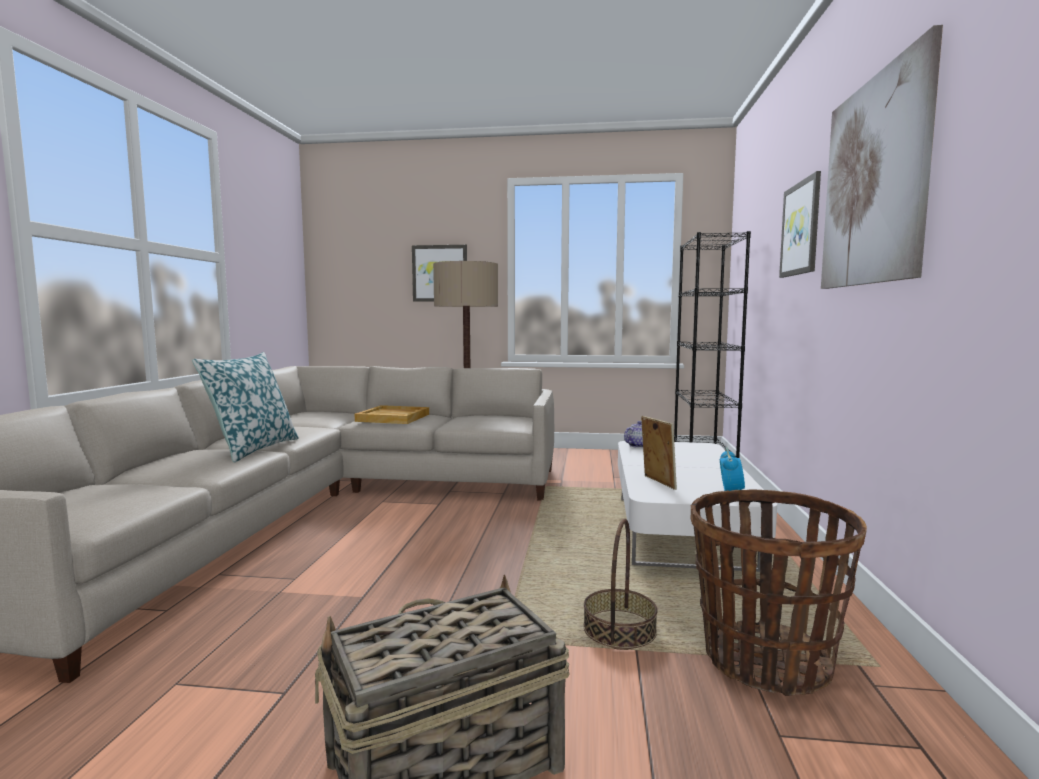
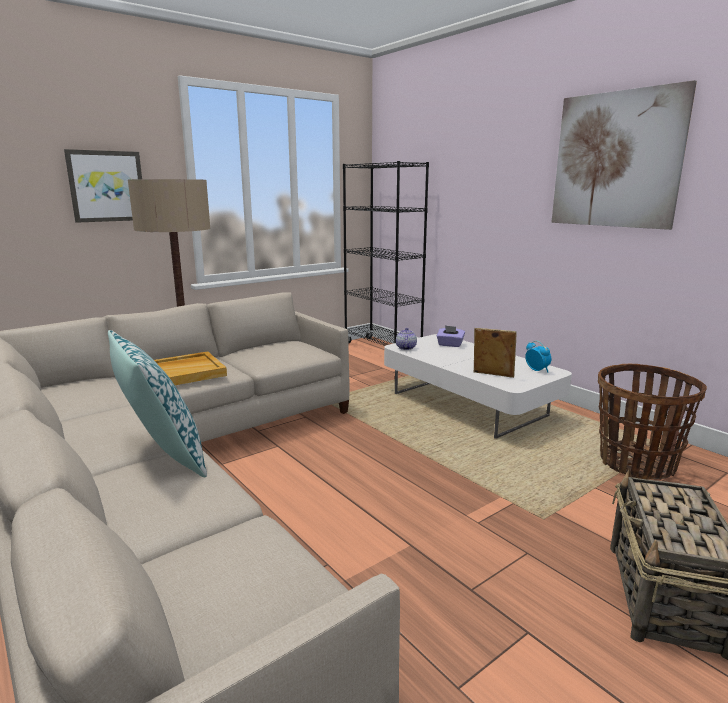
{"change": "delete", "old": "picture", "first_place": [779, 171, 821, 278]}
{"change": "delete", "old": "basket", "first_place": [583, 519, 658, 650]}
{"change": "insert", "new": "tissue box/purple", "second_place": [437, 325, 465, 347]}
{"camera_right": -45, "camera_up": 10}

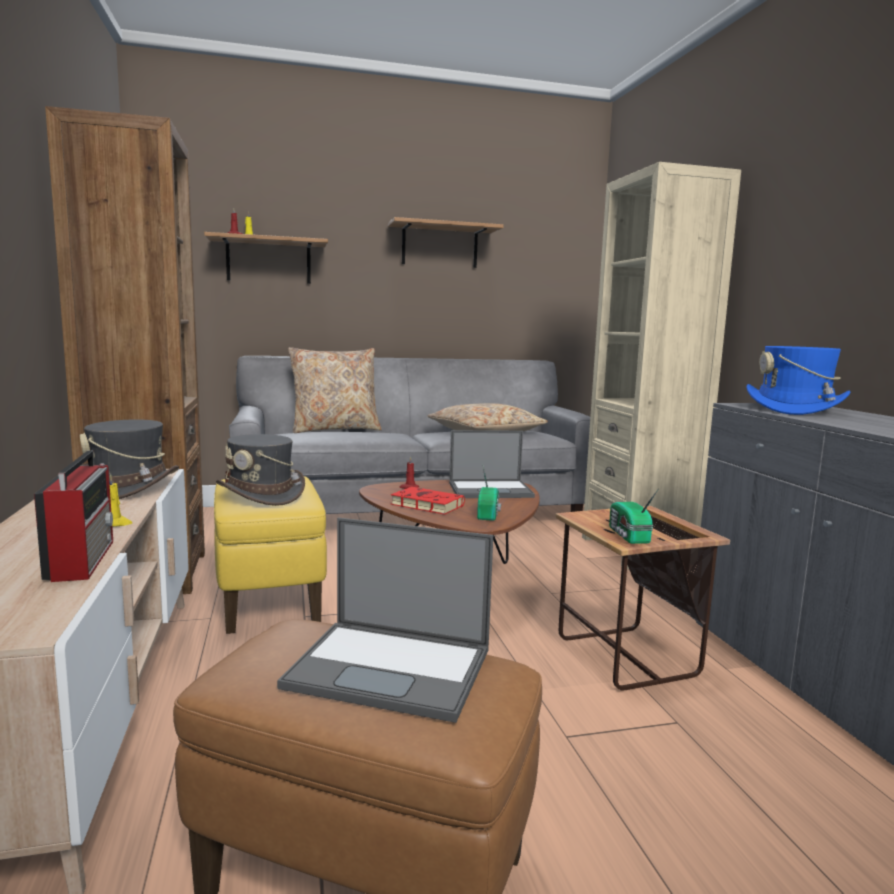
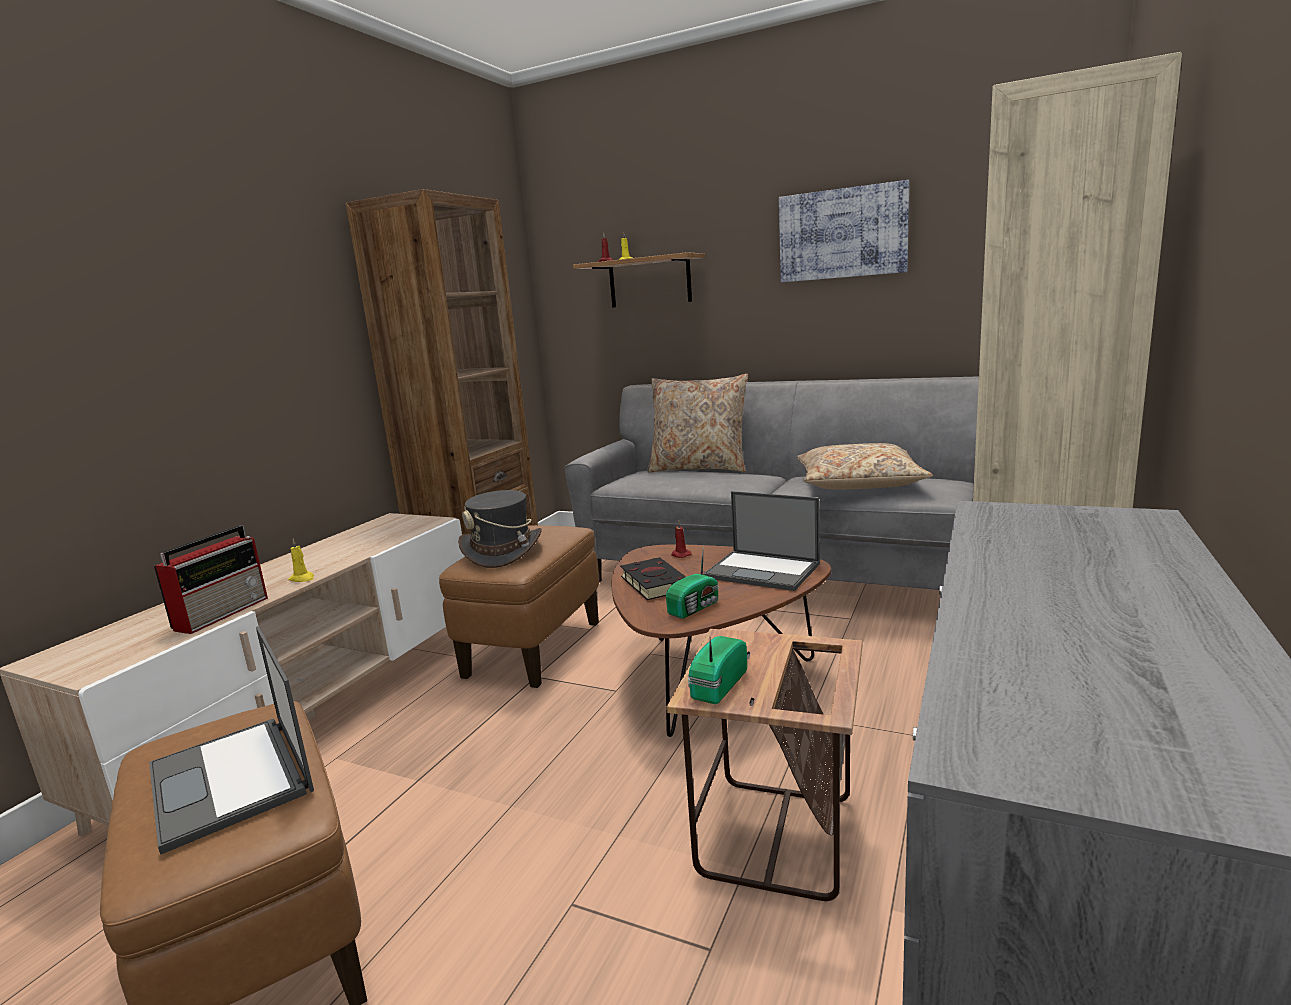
{"change": "replace", "old": "shelf", "new": "picture", "first_place": [388, 217, 504, 268], "second_place": [779, 180, 909, 282]}
{"change": "delete", "old": "hat/blue", "first_place": [746, 346, 850, 415]}
{"change": "delete", "old": "hat/grey", "first_place": [80, 419, 179, 499]}
{"change": "recolor", "old": "ottoman/yellow", "new": "ottoman/brown", "first_place": [214, 476, 327, 634], "second_place": [439, 525, 599, 688]}
{"change": "recolor", "old": "book/red", "new": "book/black", "first_place": [391, 487, 465, 515], "second_place": [620, 557, 686, 600]}
{"camera_right": 40, "camera_up": 5}

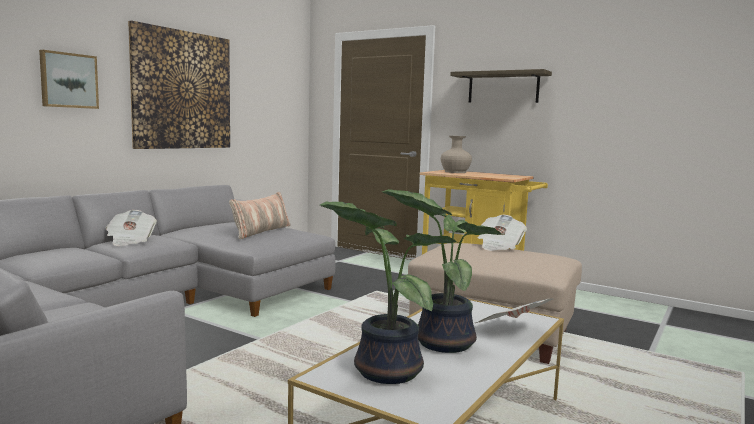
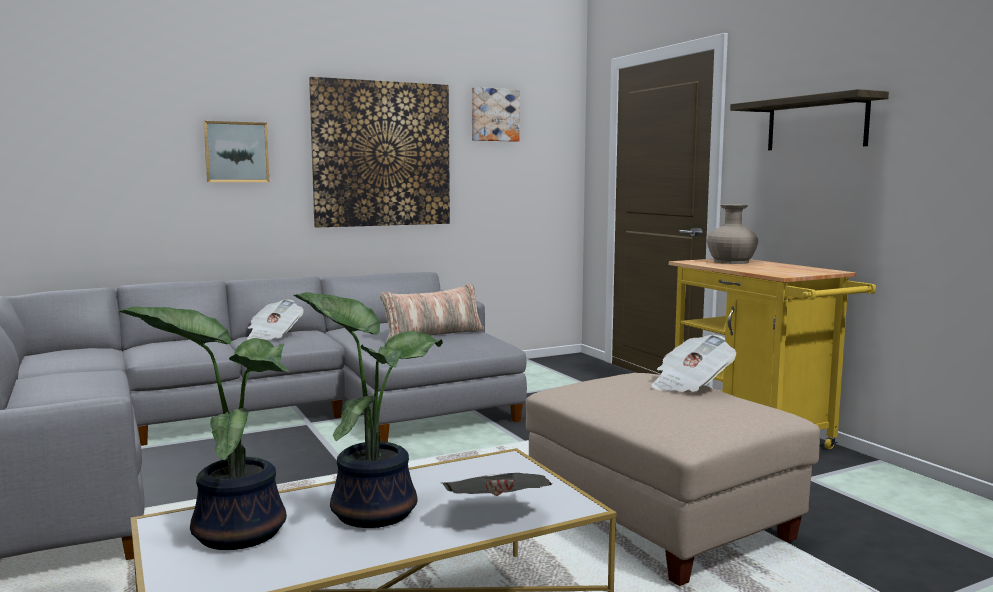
{"change": "insert", "new": "picture", "second_place": [472, 87, 520, 142]}
{"camera_right": 30, "camera_up": 0}

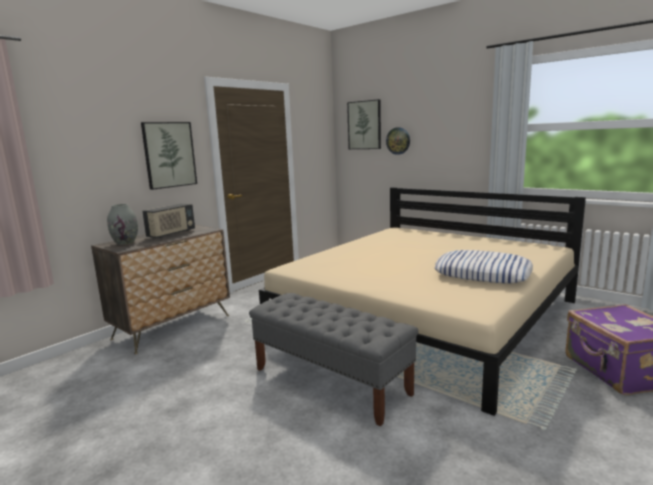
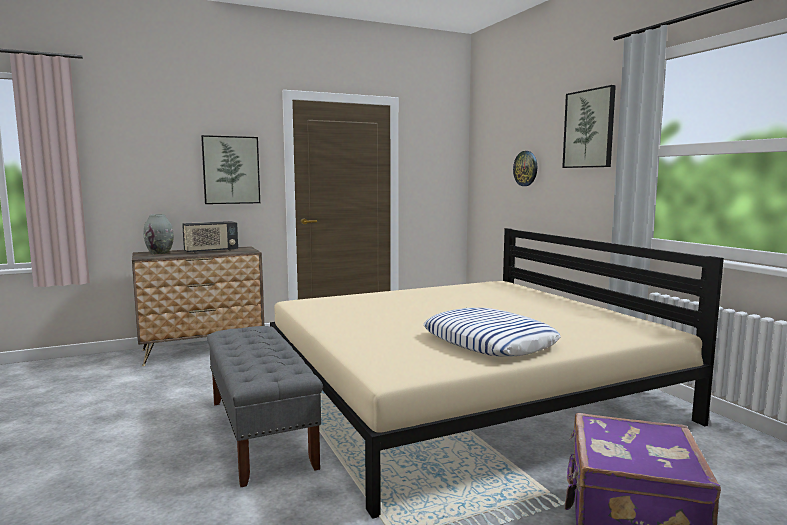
{"change": "move", "old": "picture", "first_place": [347, 99, 381, 149], "second_place": [562, 85, 616, 168]}
{"camera_right": 25, "camera_up": -5}

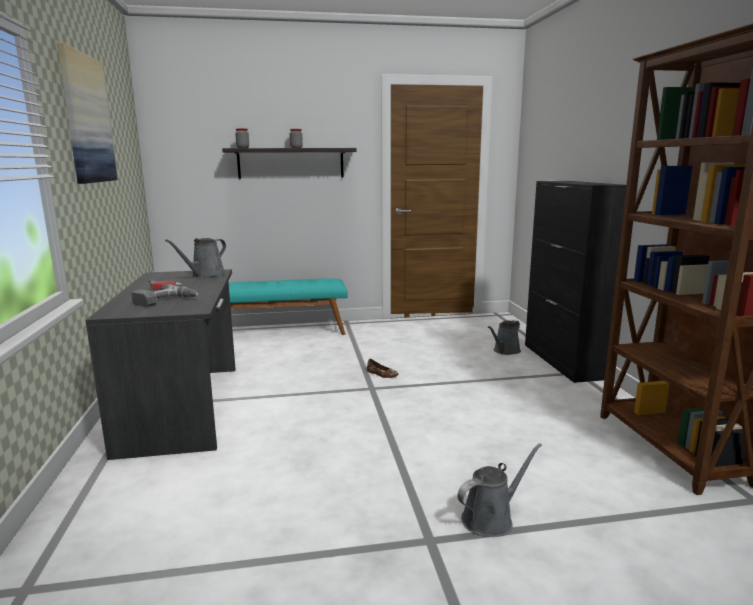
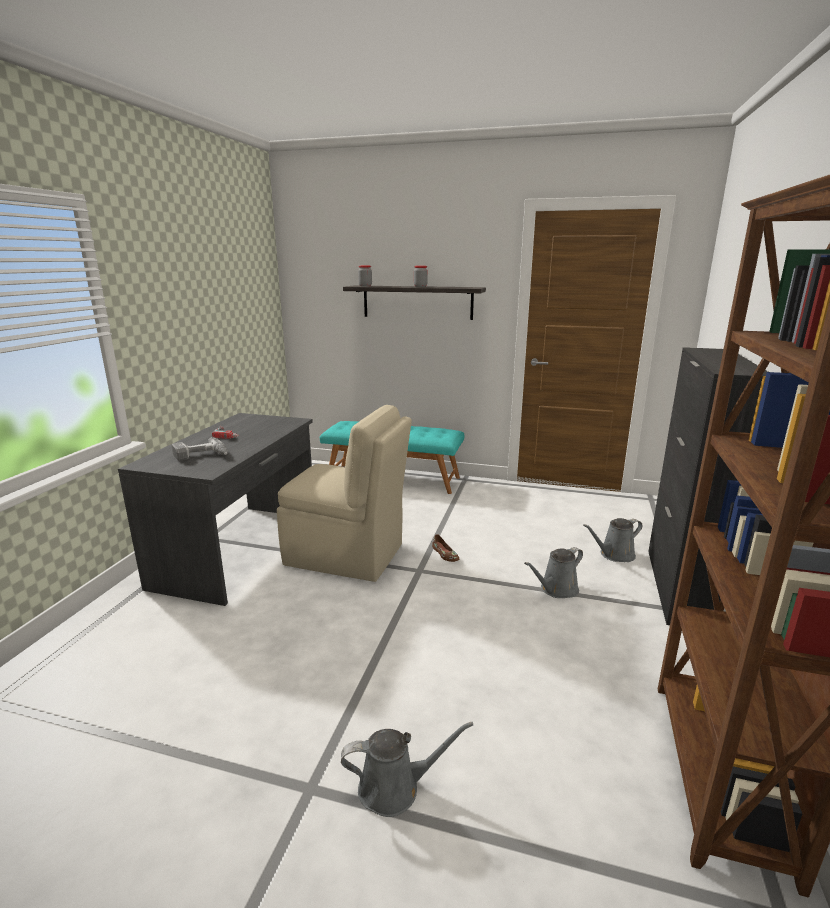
{"change": "delete", "old": "picture", "first_place": [57, 42, 118, 184]}
{"change": "move", "old": "watering can/grey", "first_place": [165, 238, 226, 278], "second_place": [524, 547, 583, 598]}
{"change": "insert", "new": "chair/beige", "second_place": [277, 405, 412, 582]}
{"camera_right": 25, "camera_up": 5}

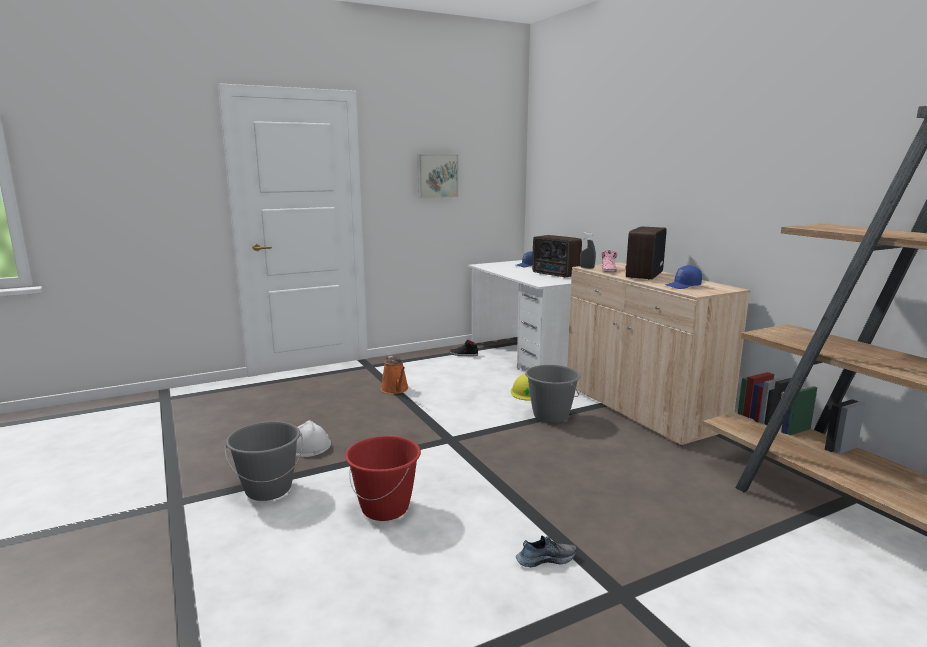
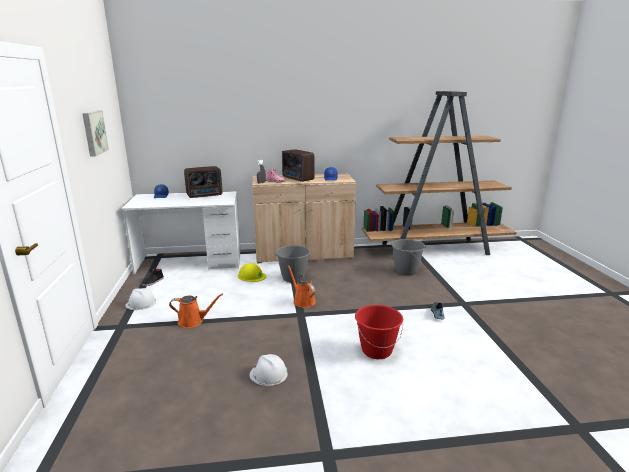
{"change": "move", "old": "bucket/grey", "first_place": [224, 421, 303, 501], "second_place": [391, 239, 425, 275]}
{"change": "insert", "new": "watering can/orange", "second_place": [288, 265, 315, 308]}
{"change": "insert", "new": "hard hat/white", "second_place": [125, 288, 156, 310]}
{"camera_right": -70, "camera_up": 5}

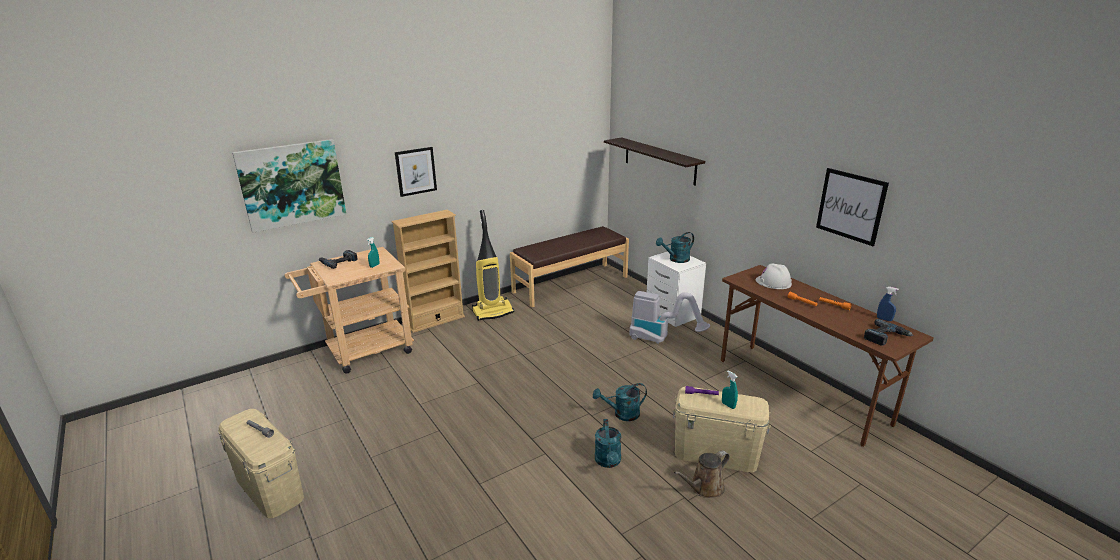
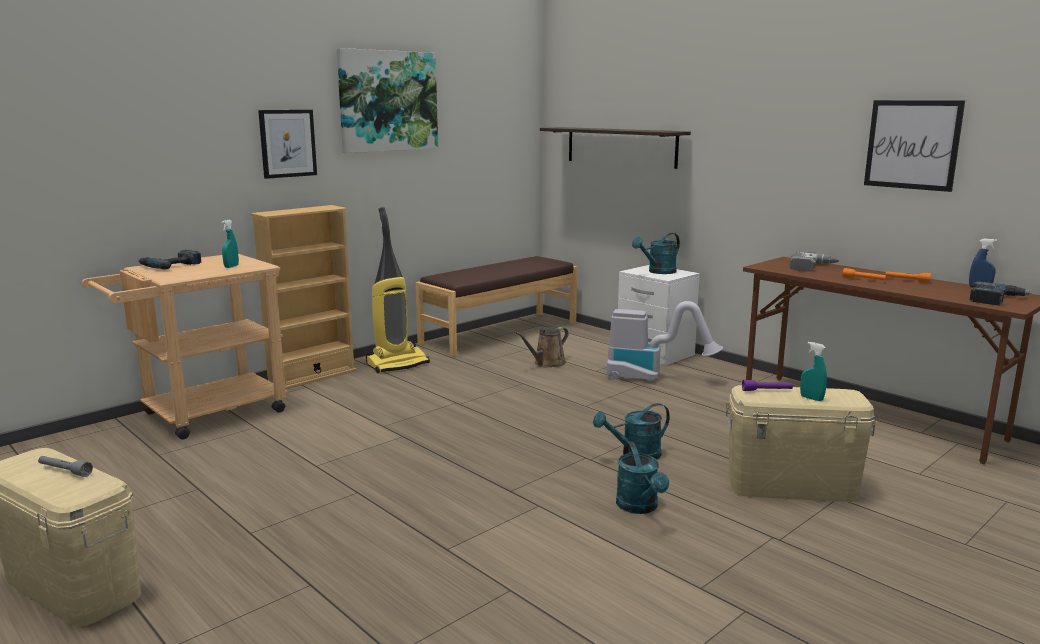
{"change": "move", "old": "picture", "first_place": [232, 139, 346, 233], "second_place": [337, 48, 438, 153]}
{"change": "replace", "old": "hard hat/white", "new": "power drill", "first_place": [756, 264, 792, 289], "second_place": [789, 252, 840, 271]}
{"change": "move", "old": "watering can/brown", "first_place": [674, 451, 730, 498], "second_place": [516, 327, 569, 368]}
{"camera_right": -10, "camera_up": -10}

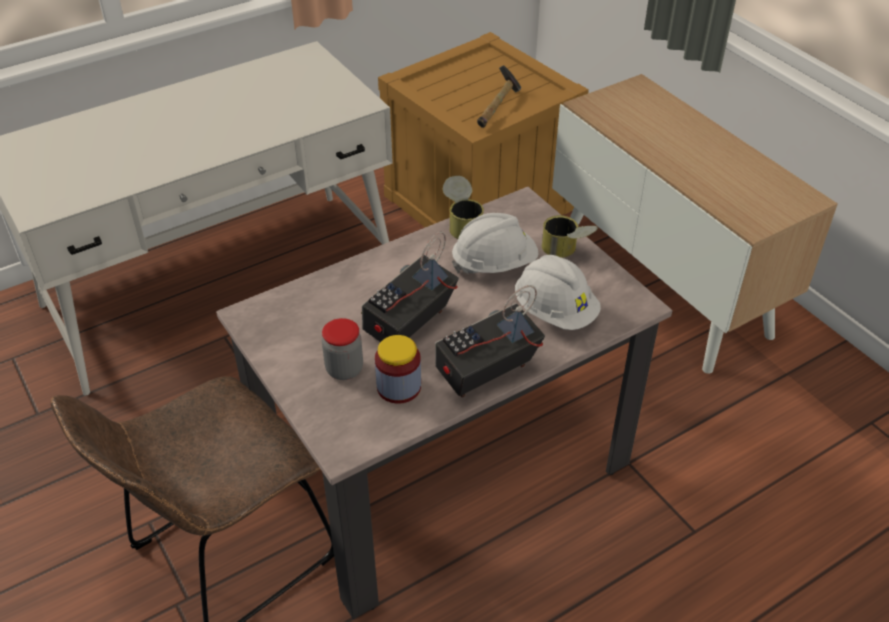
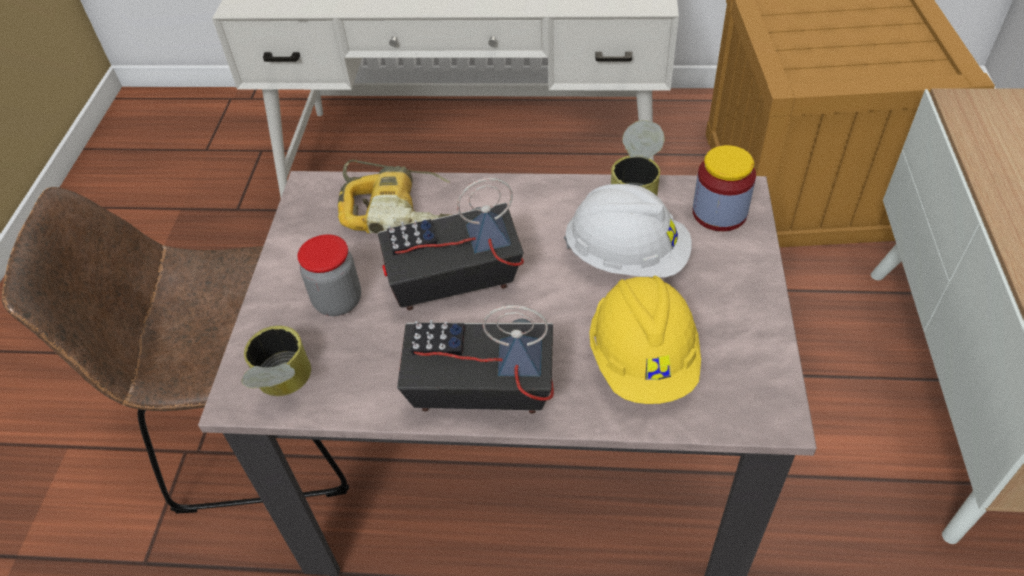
{"change": "delete", "old": "hammer", "first_place": [477, 65, 521, 128]}
{"change": "move", "old": "can", "first_place": [542, 215, 598, 258], "second_place": [241, 325, 311, 396]}
{"change": "recolor", "old": "hard hat/white", "new": "hard hat/yellow", "first_place": [515, 255, 601, 330], "second_place": [589, 276, 701, 404]}
{"change": "move", "old": "jar", "first_place": [375, 335, 421, 404], "second_place": [693, 145, 756, 231]}
{"change": "insert", "new": "power drill", "second_place": [338, 160, 452, 234]}
{"camera_right": 40, "camera_up": 5}

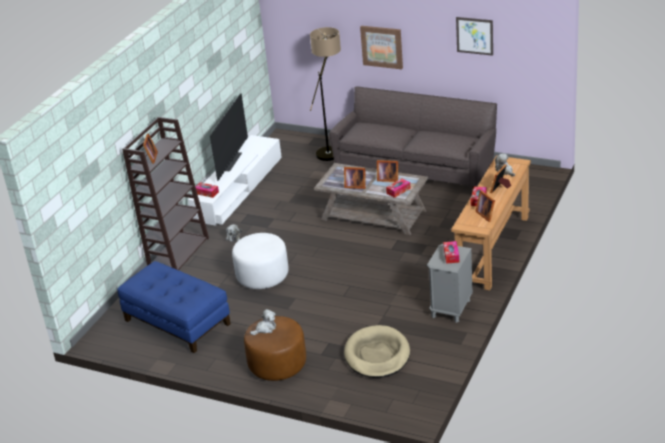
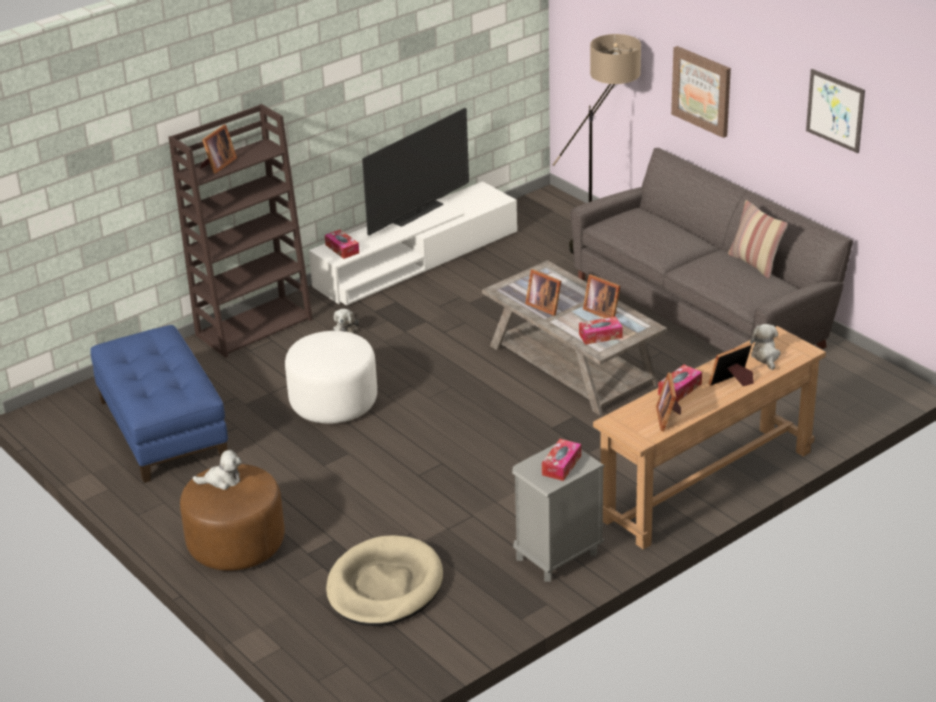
{"change": "insert", "new": "pillow", "second_place": [728, 200, 788, 279]}
{"camera_right": 25, "camera_up": 0}

